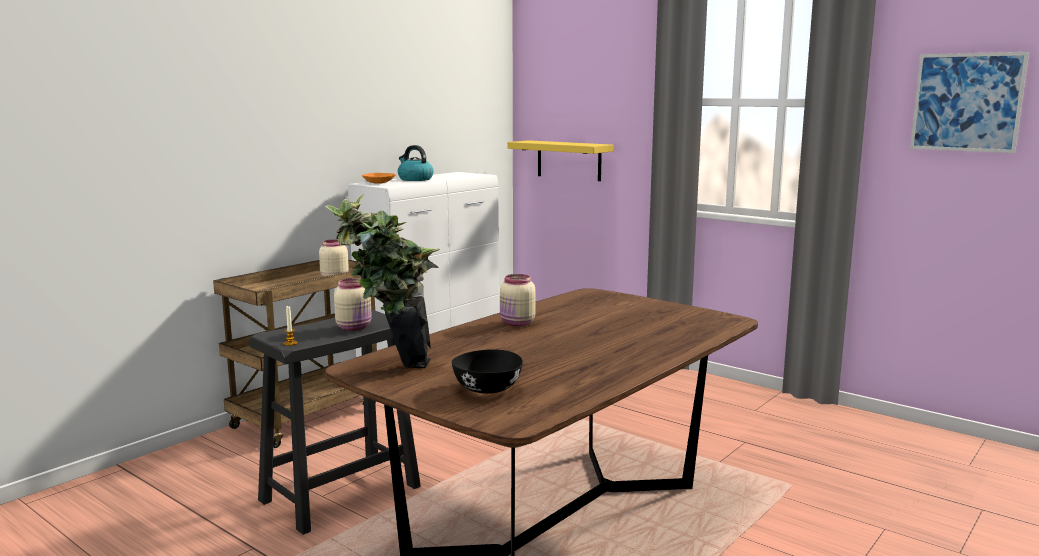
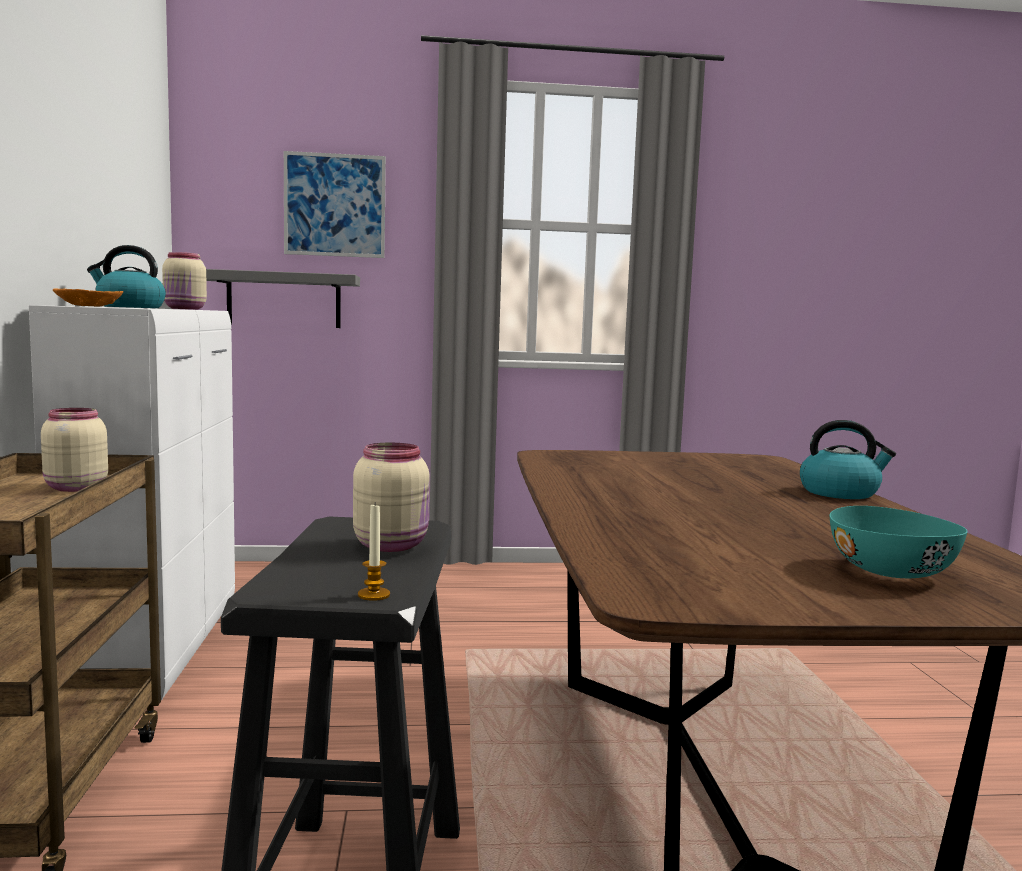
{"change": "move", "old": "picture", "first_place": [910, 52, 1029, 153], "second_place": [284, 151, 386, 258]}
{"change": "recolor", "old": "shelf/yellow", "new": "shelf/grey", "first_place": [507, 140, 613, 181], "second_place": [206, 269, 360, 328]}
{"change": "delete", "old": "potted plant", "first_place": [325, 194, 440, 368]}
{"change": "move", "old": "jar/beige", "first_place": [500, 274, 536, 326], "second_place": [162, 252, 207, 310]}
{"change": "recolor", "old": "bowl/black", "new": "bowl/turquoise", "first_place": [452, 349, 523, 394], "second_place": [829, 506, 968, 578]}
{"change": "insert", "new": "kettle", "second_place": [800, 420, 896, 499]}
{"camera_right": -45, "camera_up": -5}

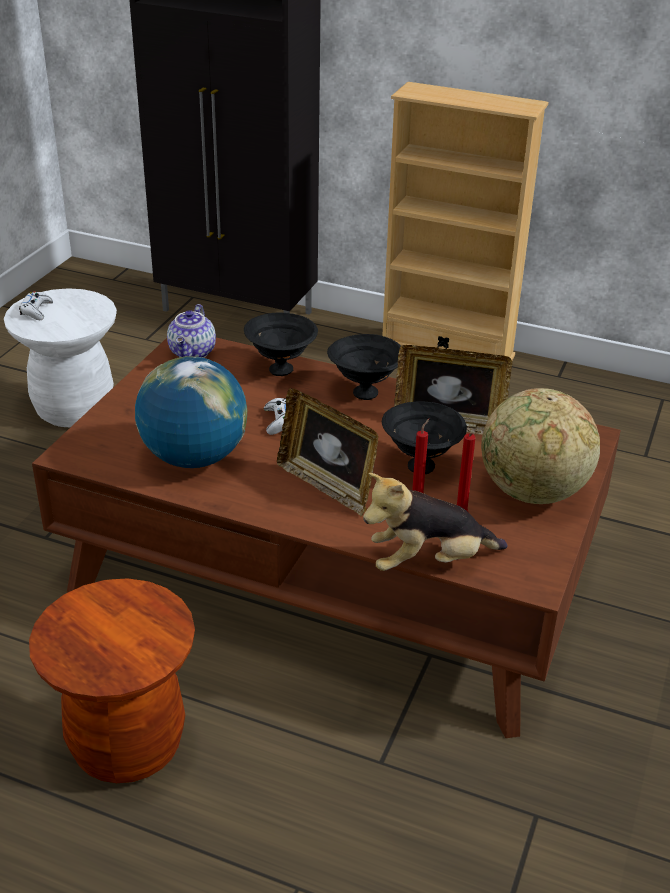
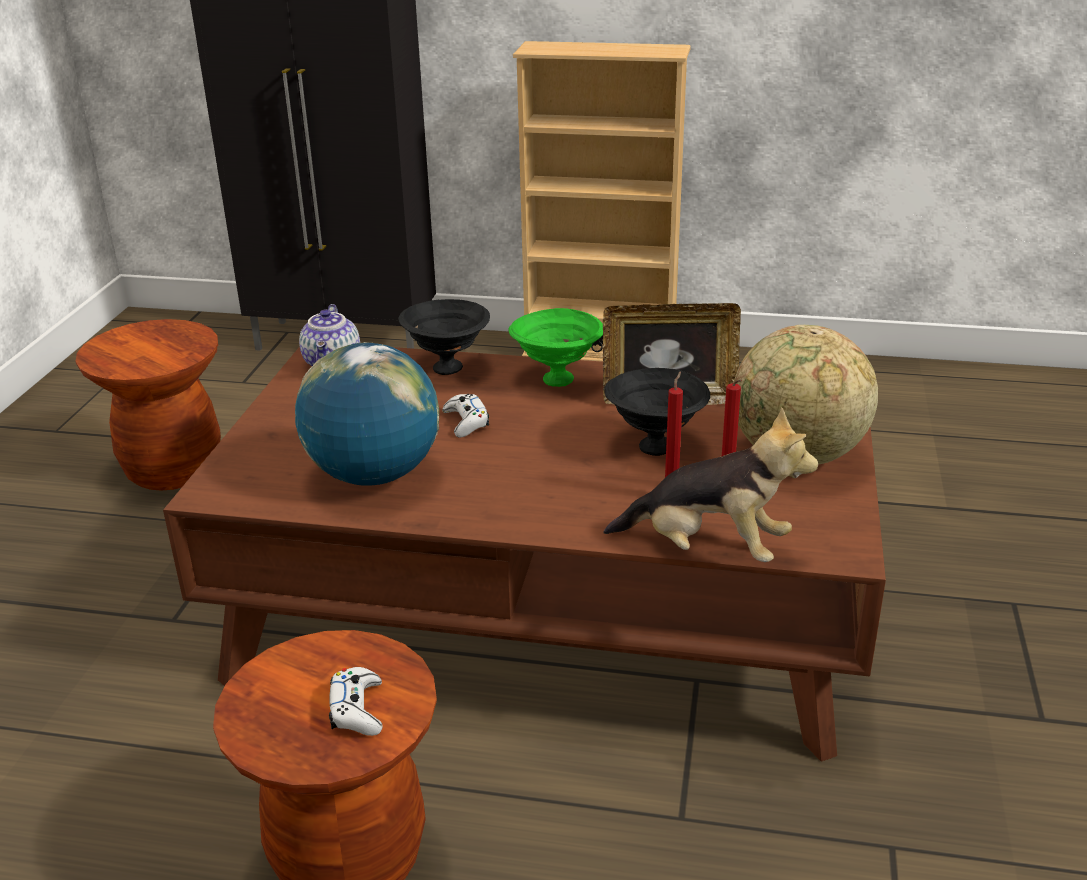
{"change": "recolor", "old": "stool/white", "new": "stool/brown", "first_place": [4, 288, 117, 427], "second_place": [76, 319, 221, 491]}
{"change": "move", "old": "game controller/white", "first_place": [19, 291, 53, 320], "second_place": [329, 667, 383, 736]}
{"change": "recolor", "old": "bowl/black", "new": "bowl/green", "first_place": [327, 334, 401, 400], "second_place": [509, 308, 603, 387]}
{"change": "delete", "old": "picture frame", "first_place": [277, 388, 378, 516]}
{"change": "rotate", "old": "plush toy", "first_place": [363, 473, 508, 571], "second_place": [603, 407, 818, 562], "degrees": -135}
{"camera_right": -10, "camera_up": -5}

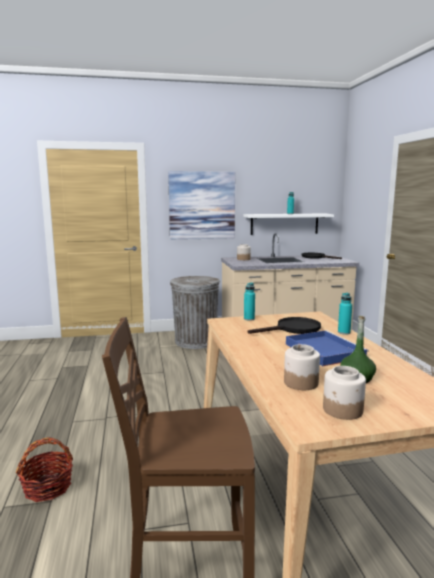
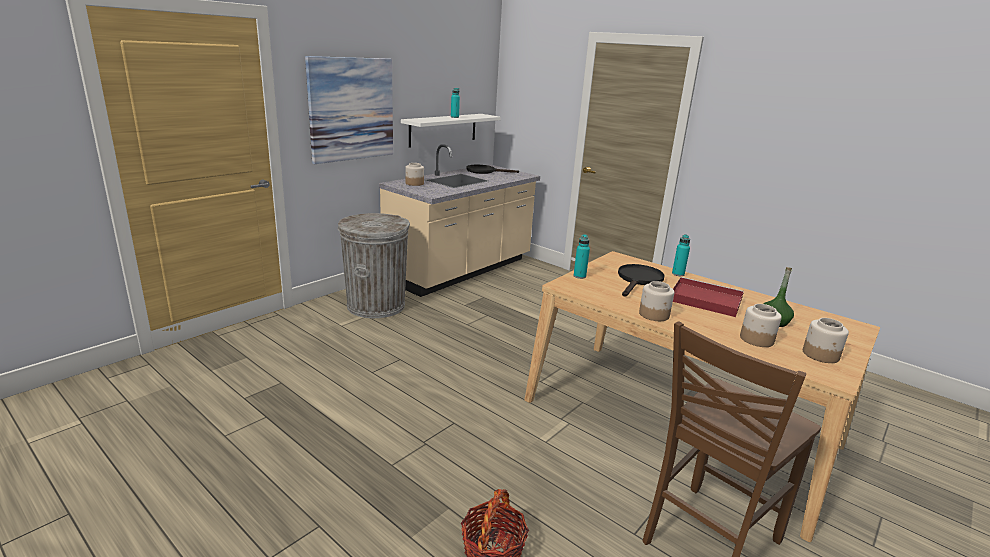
{"change": "recolor", "old": "tray/blue", "new": "tray/red", "first_place": [286, 330, 369, 366], "second_place": [673, 277, 744, 317]}
{"change": "insert", "new": "jar", "second_place": [639, 281, 674, 321]}
{"camera_right": -40, "camera_up": 10}

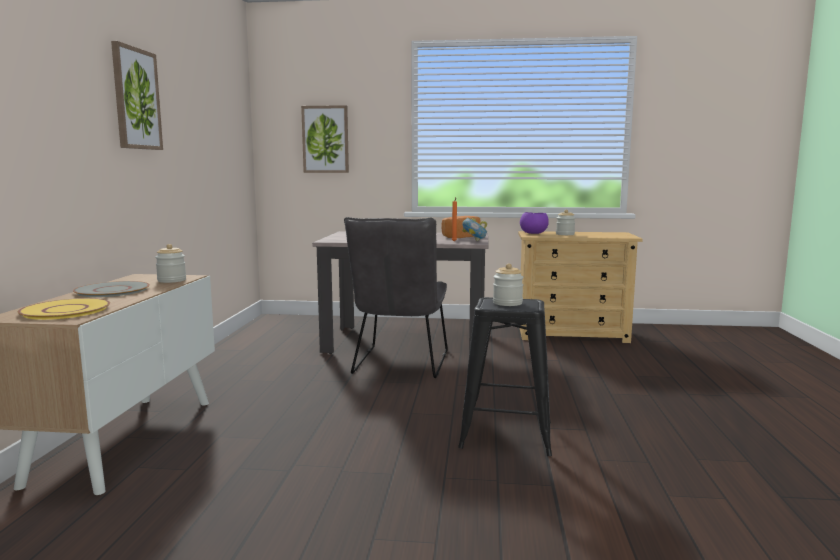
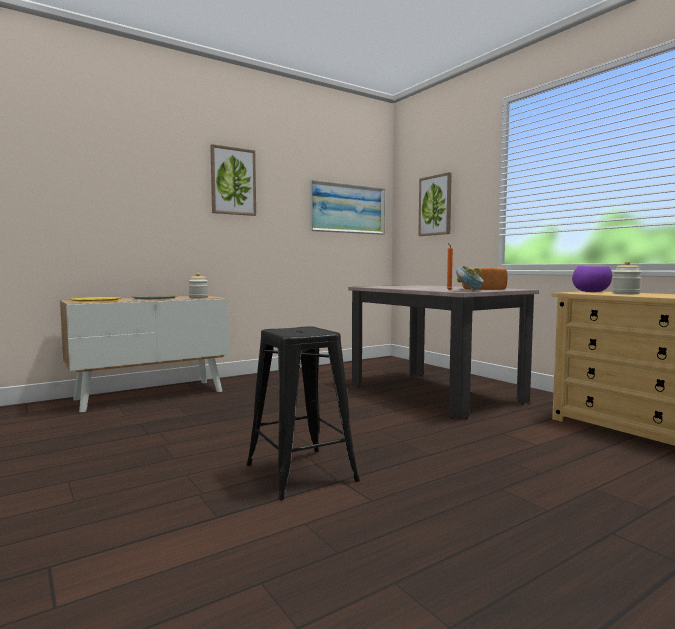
{"change": "delete", "old": "chair/grey", "first_place": [344, 217, 448, 378]}
{"change": "delete", "old": "jar", "first_place": [493, 263, 524, 306]}
{"change": "insert", "new": "picture", "second_place": [309, 180, 385, 235]}
{"camera_right": 50, "camera_up": -5}

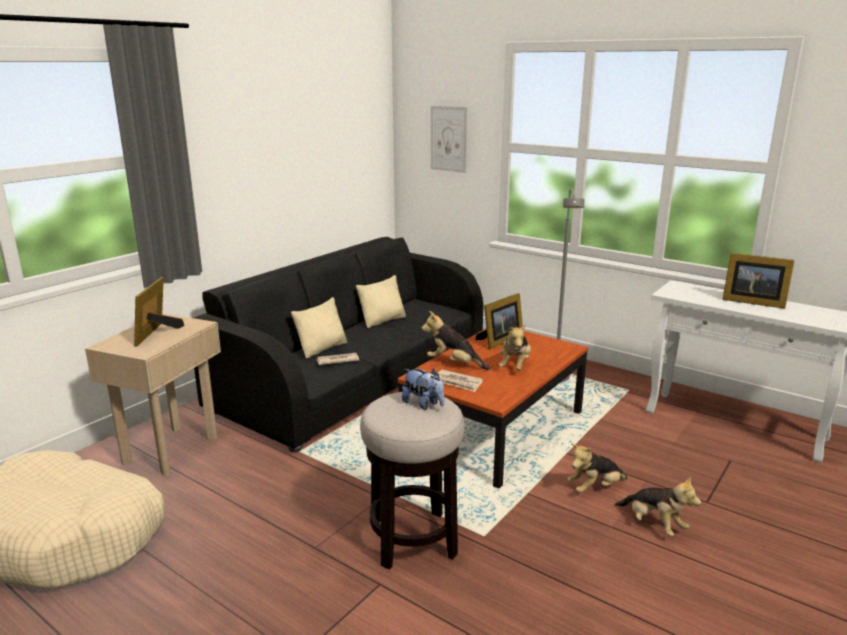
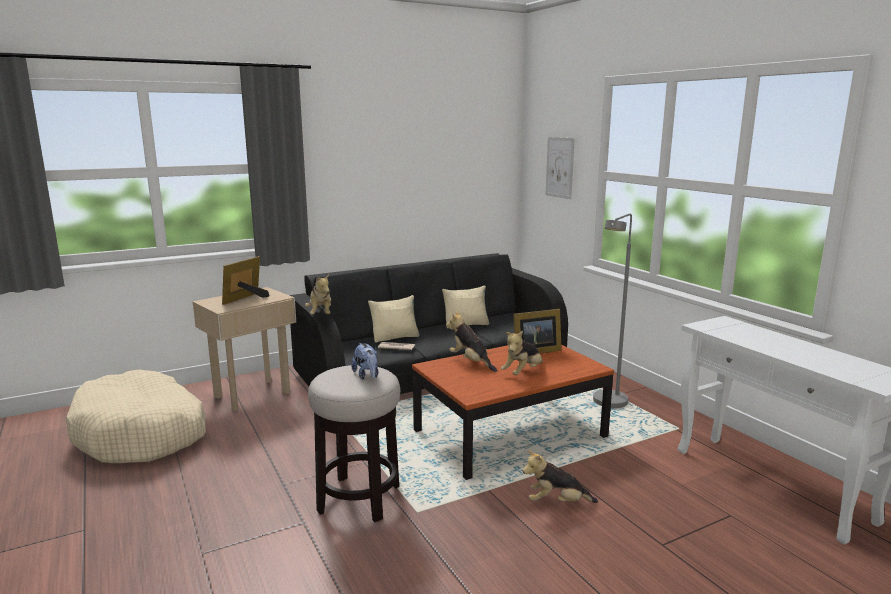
{"change": "delete", "old": "picture frame", "first_place": [722, 253, 795, 309]}
{"change": "delete", "old": "newspaper", "first_place": [438, 370, 483, 392]}
{"change": "move", "old": "plush toy", "first_place": [614, 476, 701, 536], "second_place": [305, 274, 331, 314]}
{"camera_right": 25, "camera_up": -5}

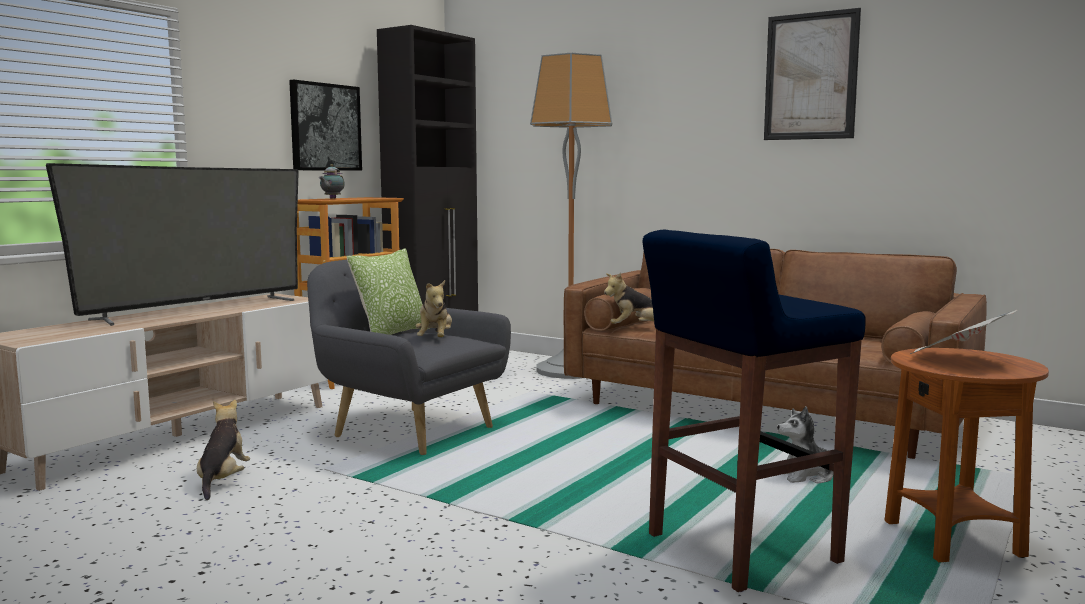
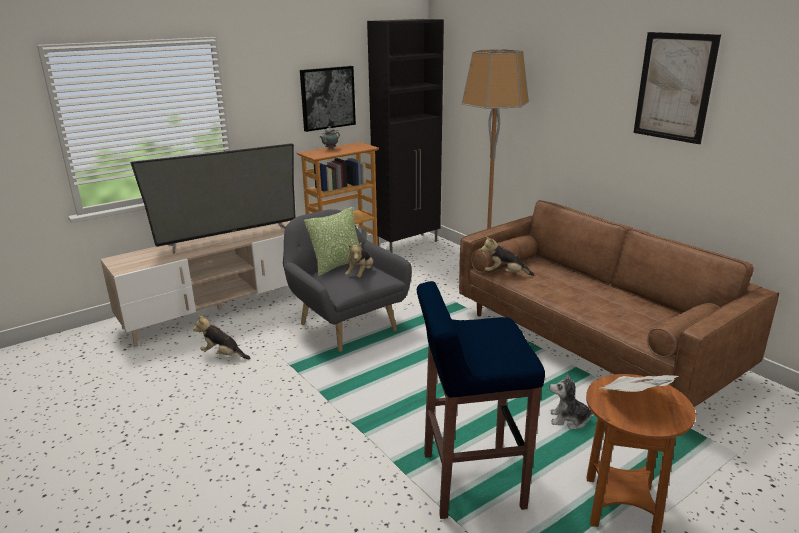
{"change": "rotate", "old": "plush toy", "first_place": [197, 400, 250, 500], "second_place": [193, 315, 250, 359], "degrees": -90}
{"camera_right": 20, "camera_up": 15}

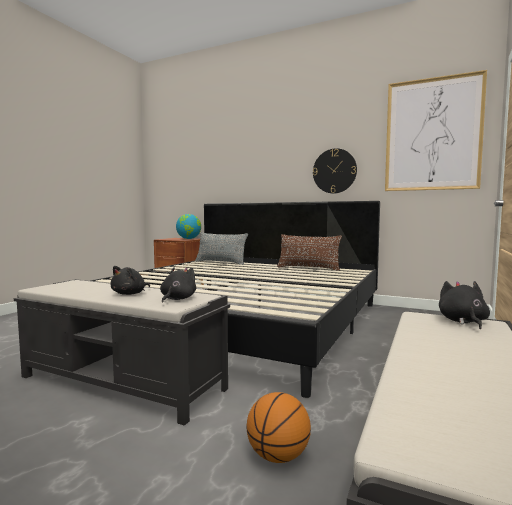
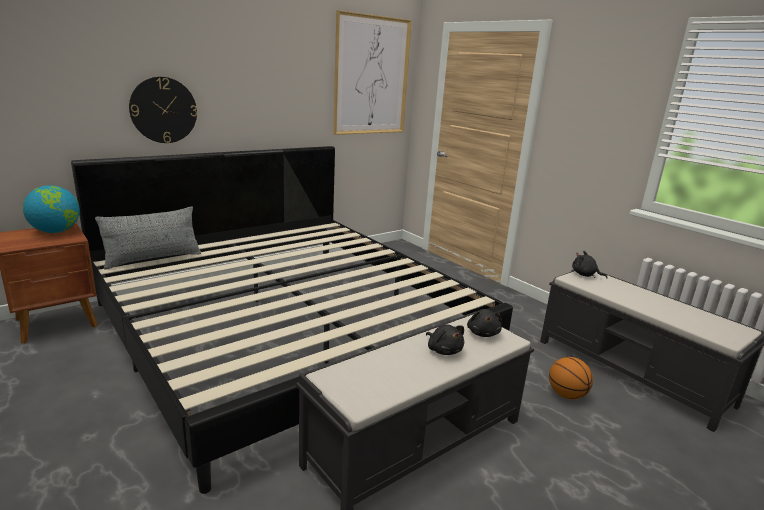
{"change": "move", "old": "wall clock", "first_place": [313, 148, 357, 193], "second_place": [129, 77, 197, 143]}
{"change": "delete", "old": "pillow/brown", "first_place": [277, 234, 342, 271]}
{"change": "rotate", "old": "plush toy/black", "first_place": [160, 267, 196, 303], "second_place": [467, 309, 502, 337], "degrees": -135}
{"camera_right": -65, "camera_up": 15}

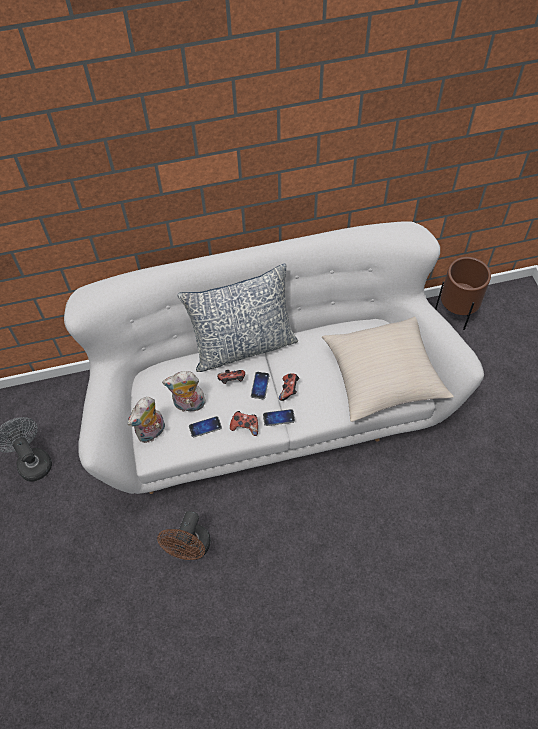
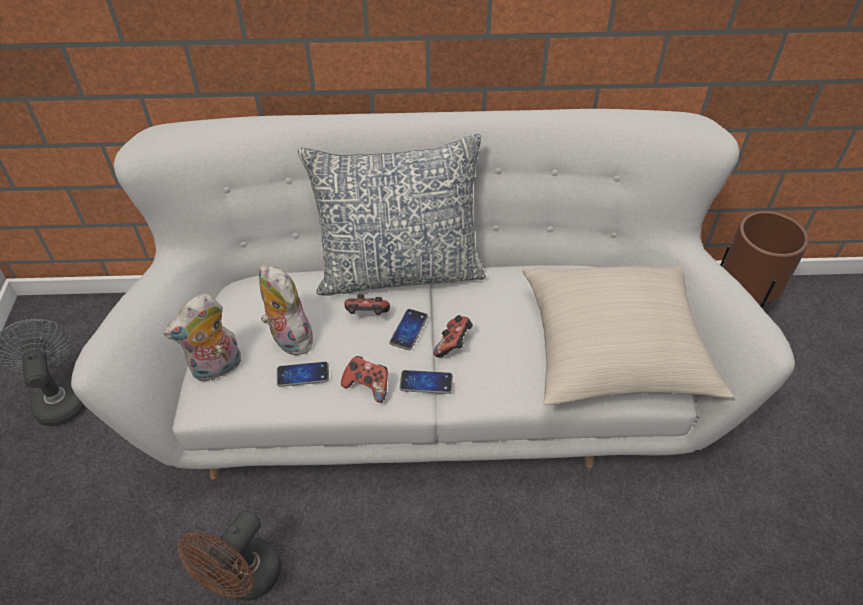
{"change": "rotate", "old": "plush toy", "first_place": [162, 371, 206, 412], "second_place": [259, 265, 317, 356], "degrees": 45}
{"camera_right": 10, "camera_up": -10}

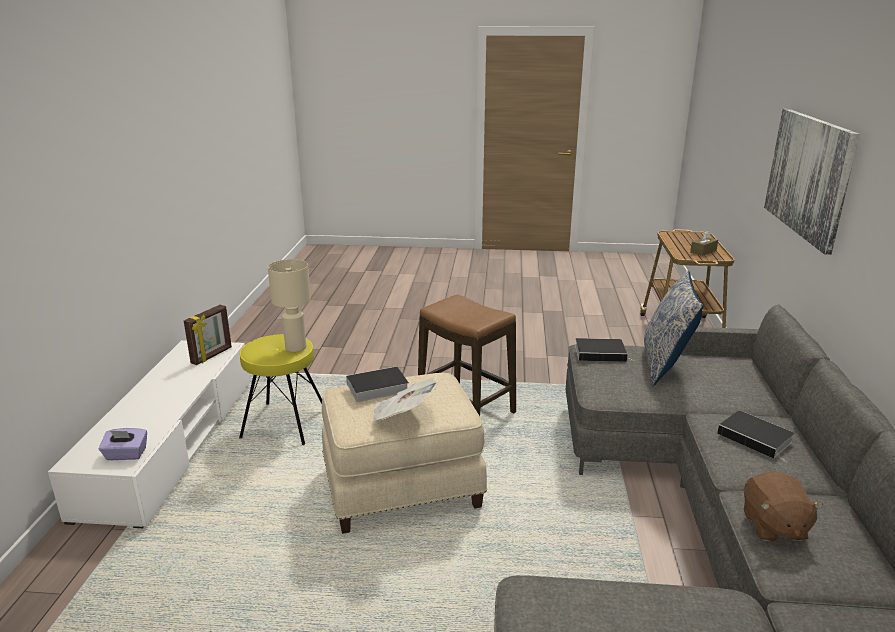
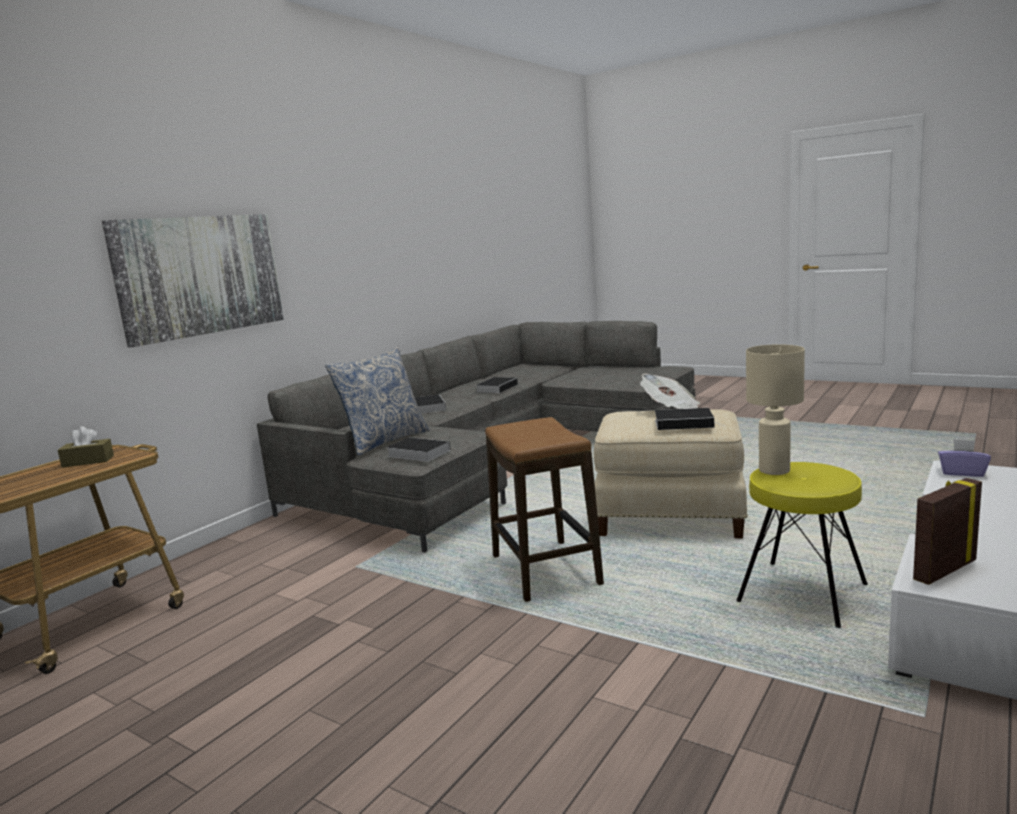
{"change": "replace", "old": "plush toy/brown", "new": "book", "first_place": [744, 472, 823, 541], "second_place": [477, 377, 519, 393]}
{"camera_right": -150, "camera_up": -10}

